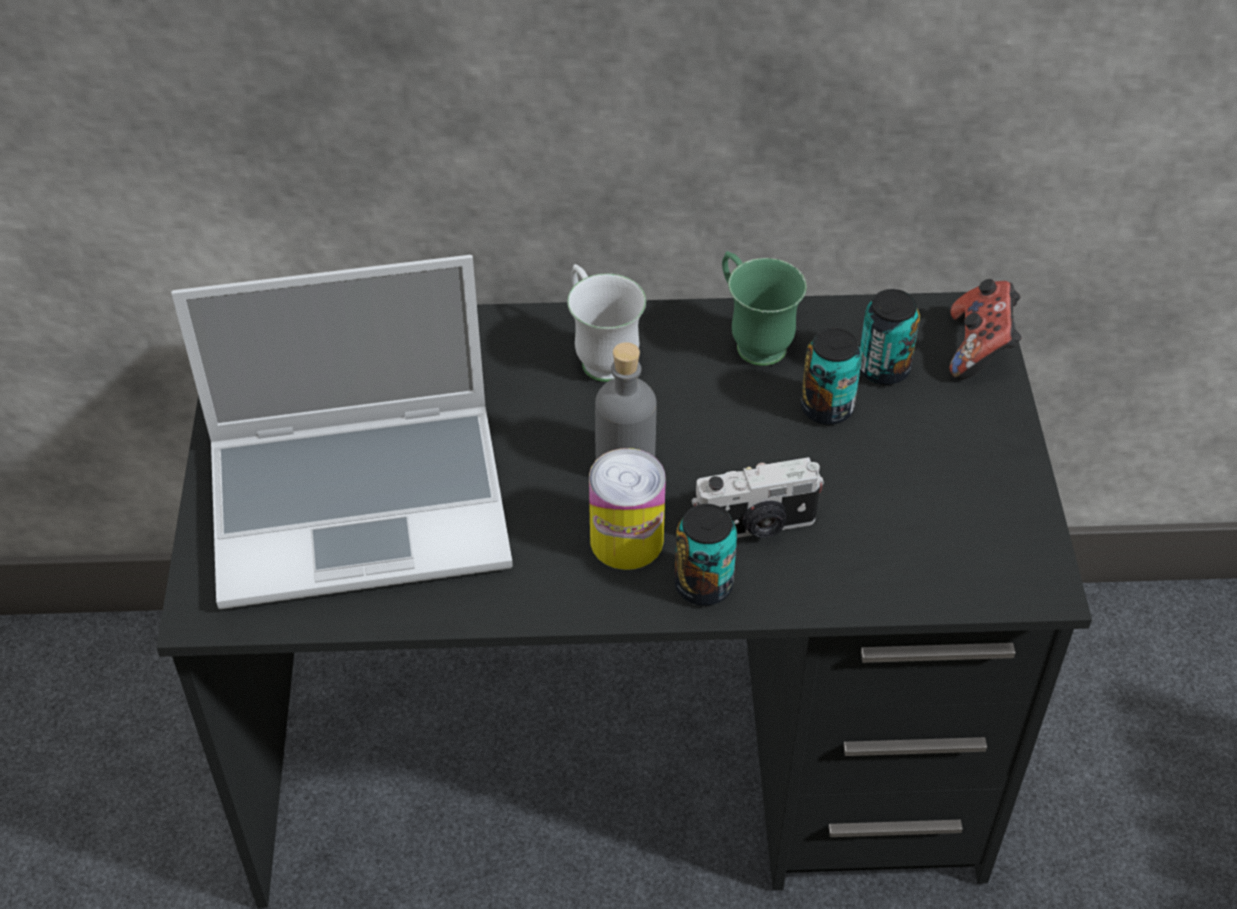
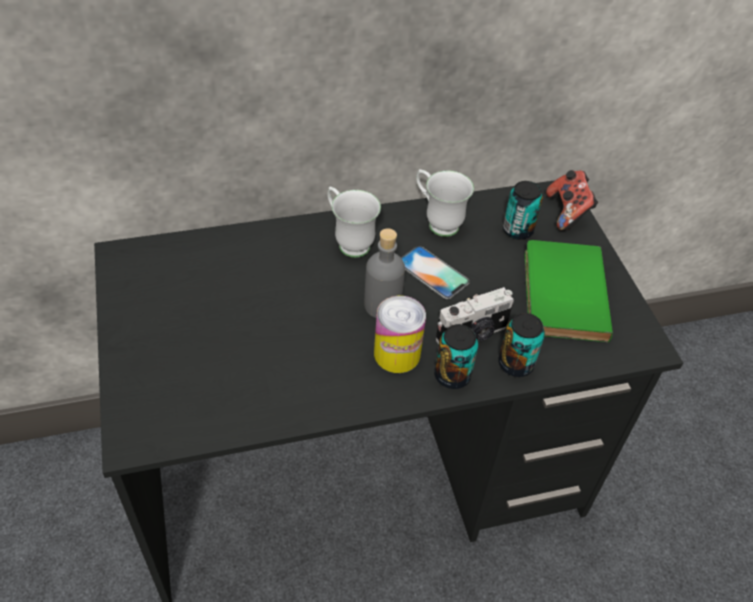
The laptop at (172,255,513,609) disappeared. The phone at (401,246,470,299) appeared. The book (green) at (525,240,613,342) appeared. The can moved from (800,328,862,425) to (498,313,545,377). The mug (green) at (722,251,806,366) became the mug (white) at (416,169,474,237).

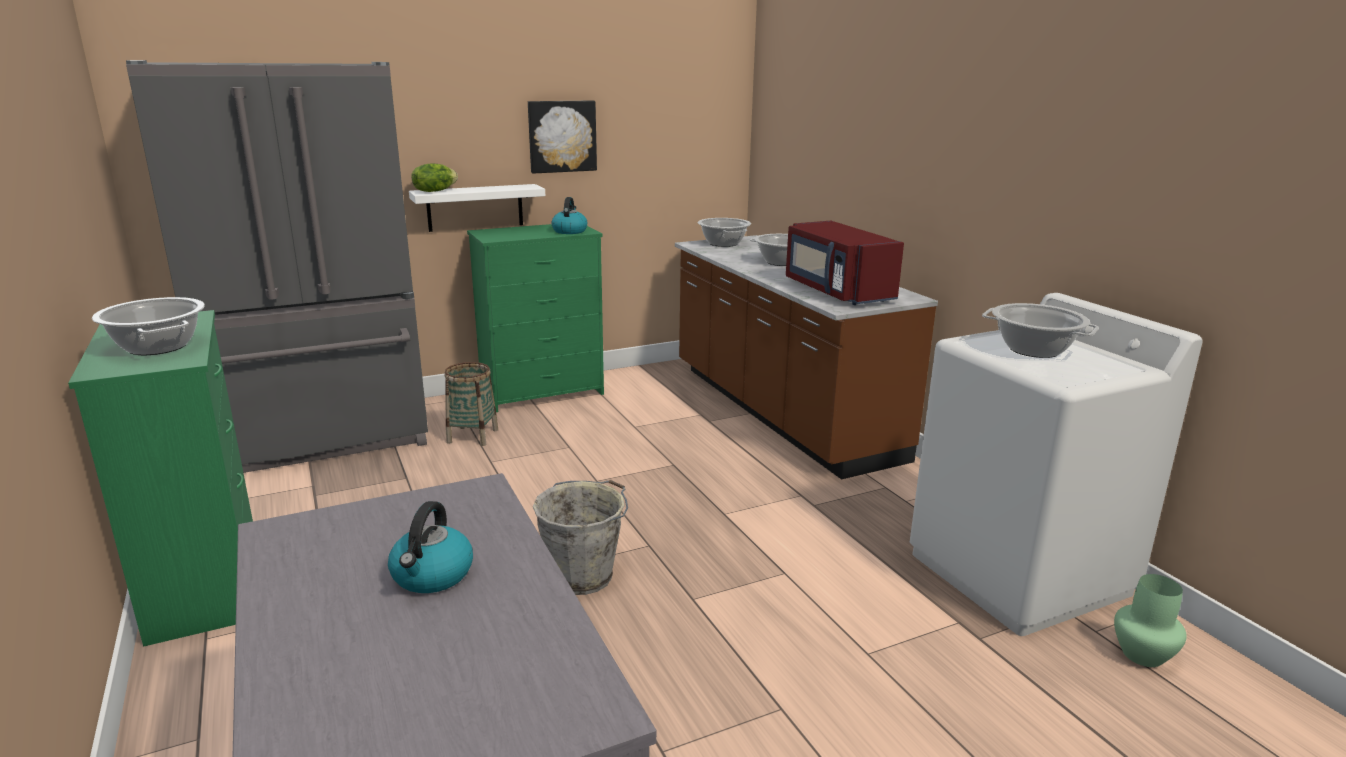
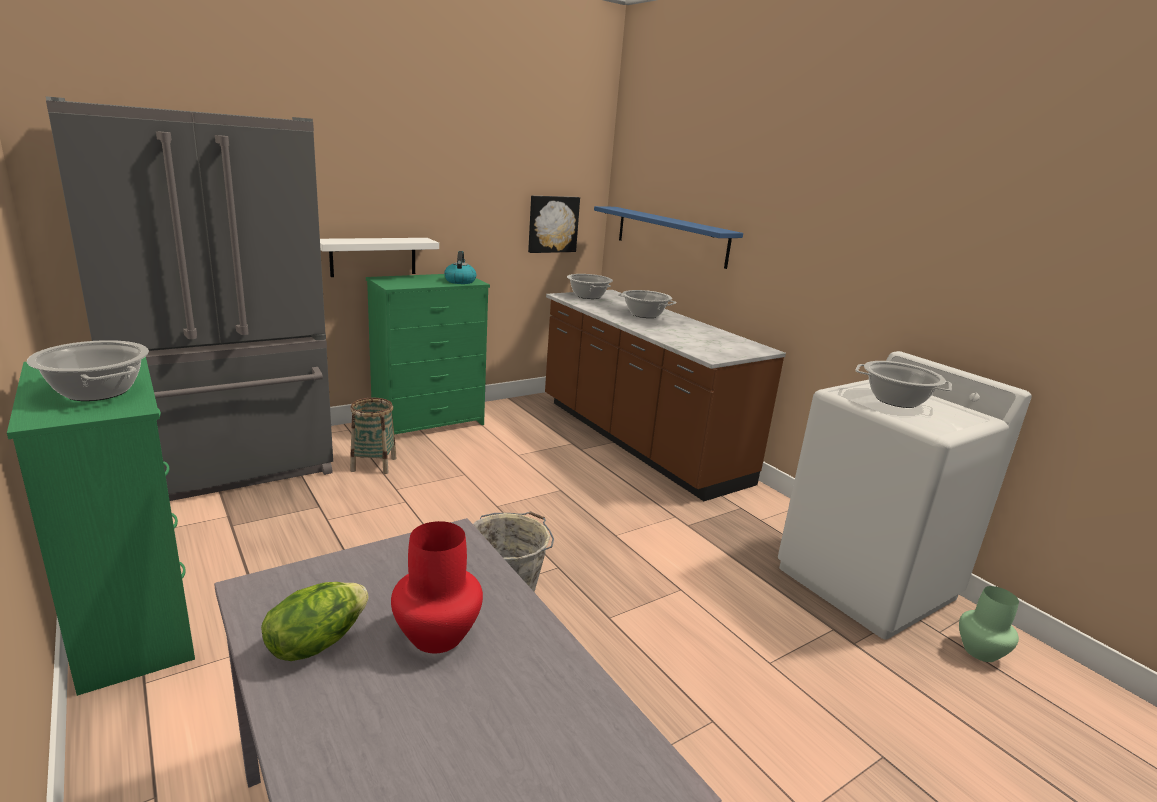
The microwave (red) at (786,221,904,305) disappeared. The shelf (blue) at (594,206,743,269) appeared. The lettuce moved from (411,163,458,192) to (261,582,369,661). The picture moved from (528,100,597,174) to (528,196,580,253). The kettle at (388,501,473,593) was replaced by the vase (red) at (391,521,483,653).

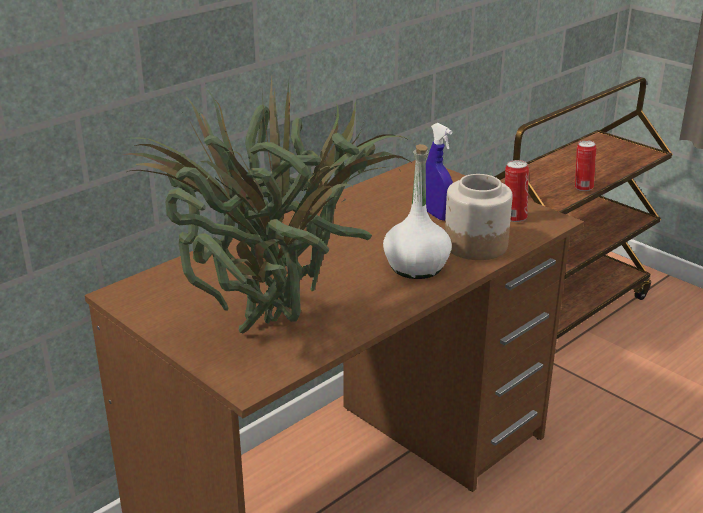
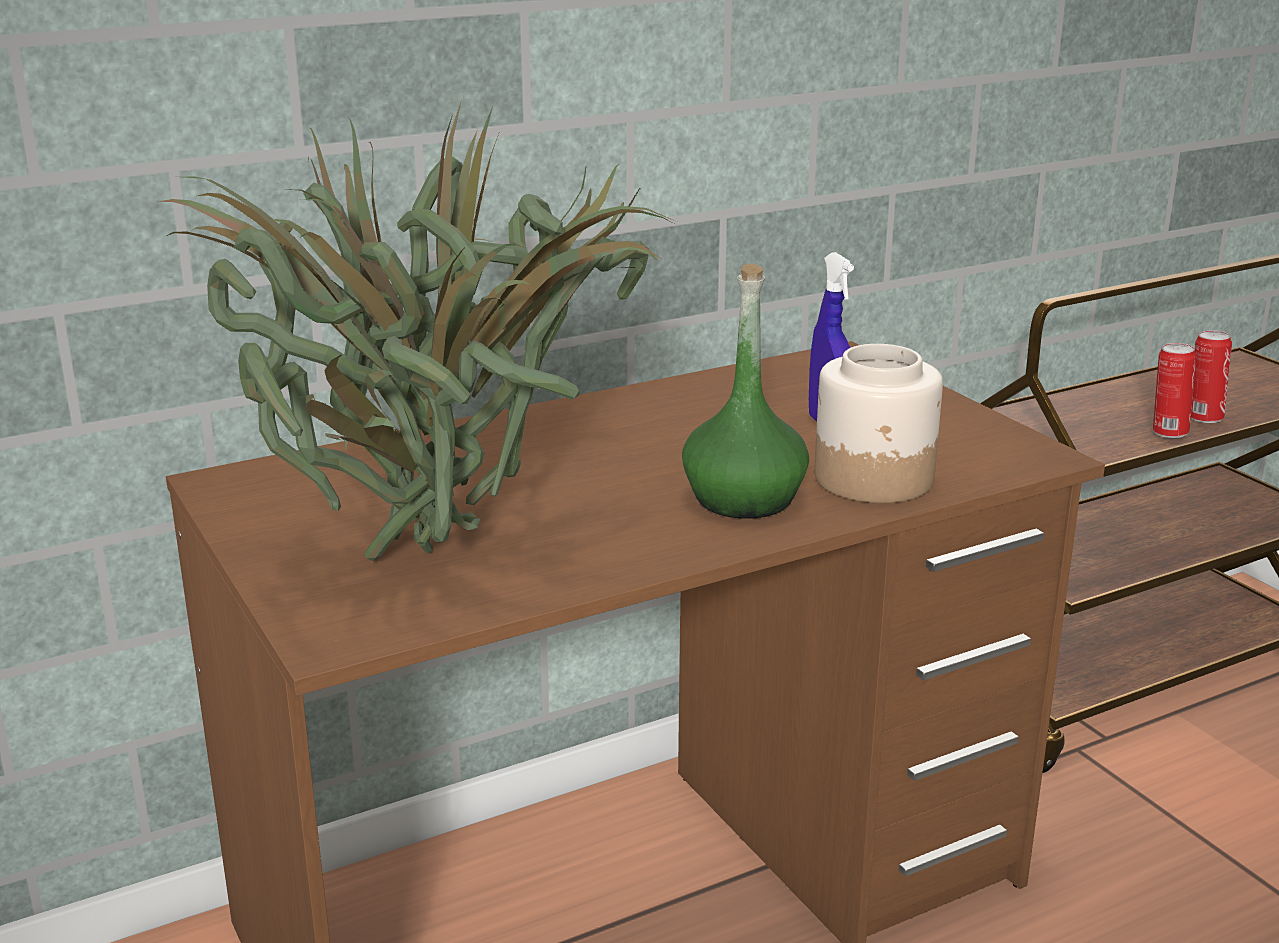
The can moved from (505,160,529,222) to (1191,331,1232,423). The bottle (white) at (383,144,452,279) became the bottle (green) at (682,264,809,519).

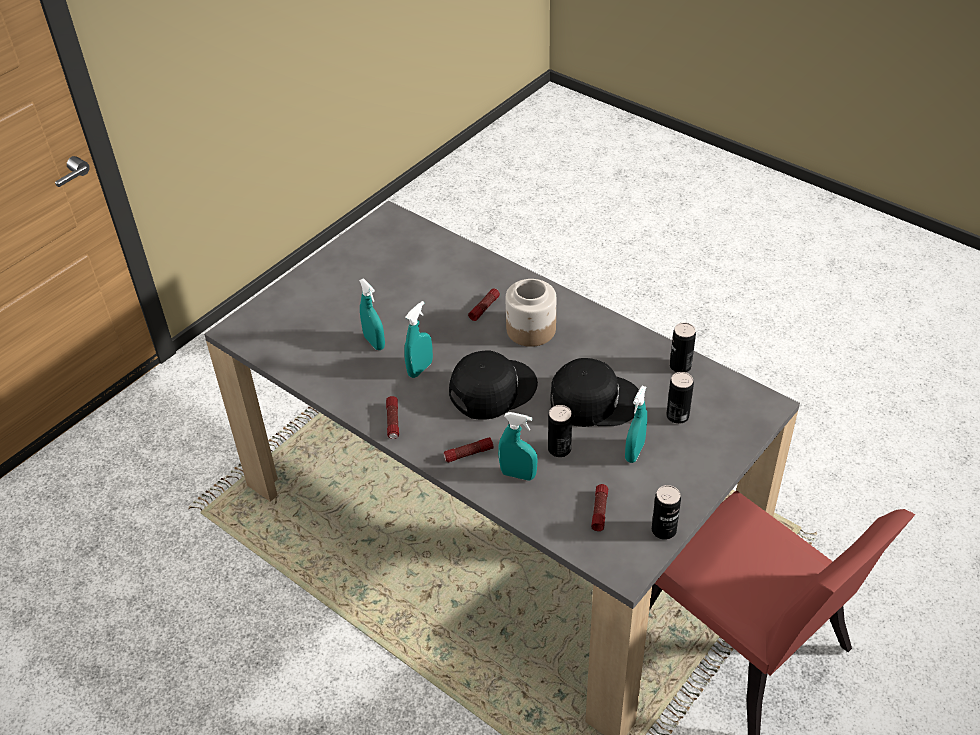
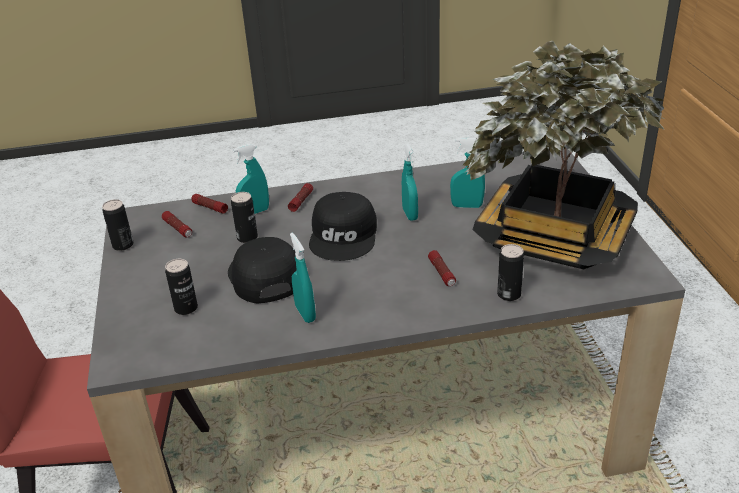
The jar at (506,279,556,347) disappeared. The potted plant at (463,41,666,269) appeared. The flashlight moved from (386,396,399,439) to (191,194,228,214). The spray bottle (turquoise) moved from (625,386,647,463) to (290,233,316,323). The can moved from (670,323,696,372) to (497,244,524,301). The cap (black) at (550,358,639,427) turned 120 degrees clockwise.

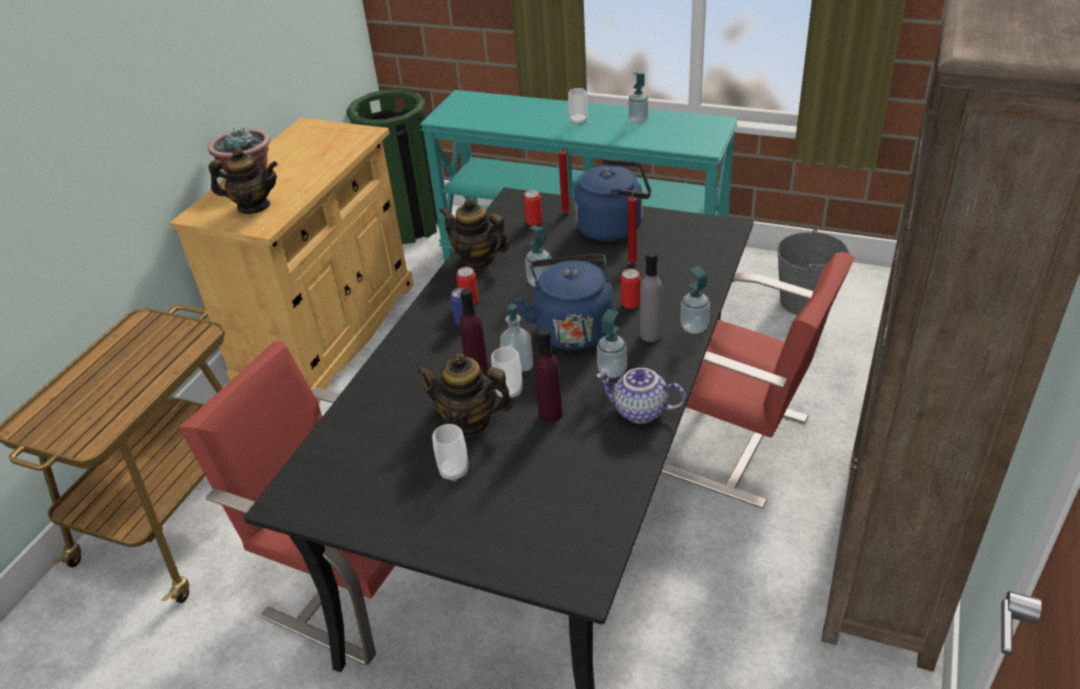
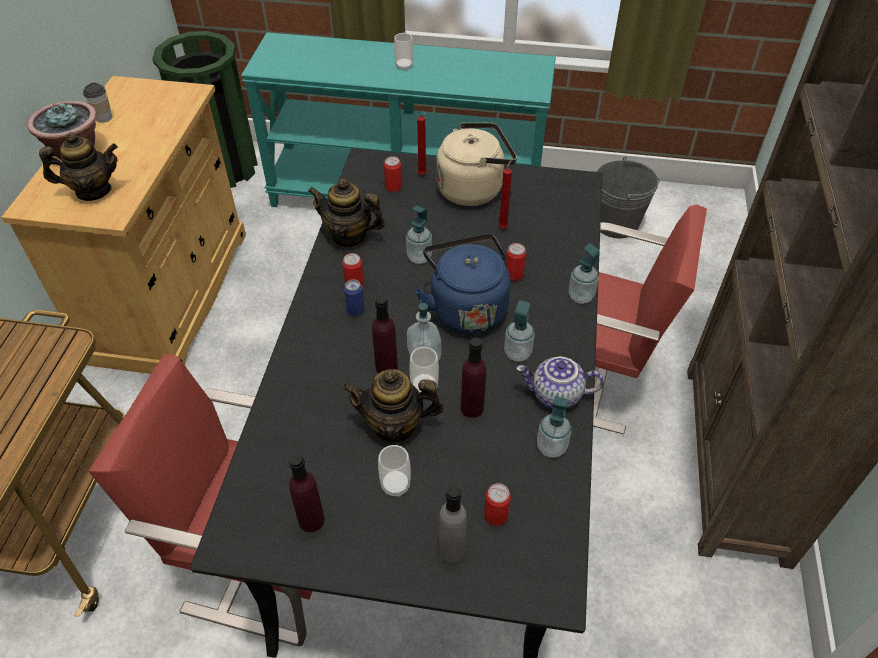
The cup at (83,83,112,123) appeared. The bottle (purple) at (289,454,324,532) appeared. The can at (484,483,511,526) appeared. The soap dispenser moved from (628,73,649,123) to (537,396,571,458). The bottle (grey) moved from (640,252,663,342) to (439,485,467,563). The kettle (blue) at (573,159,651,242) became the kettle (beige) at (436,122,517,206).

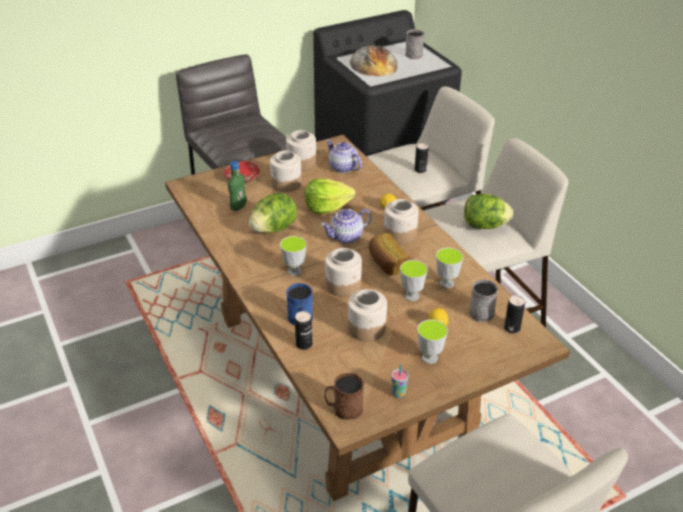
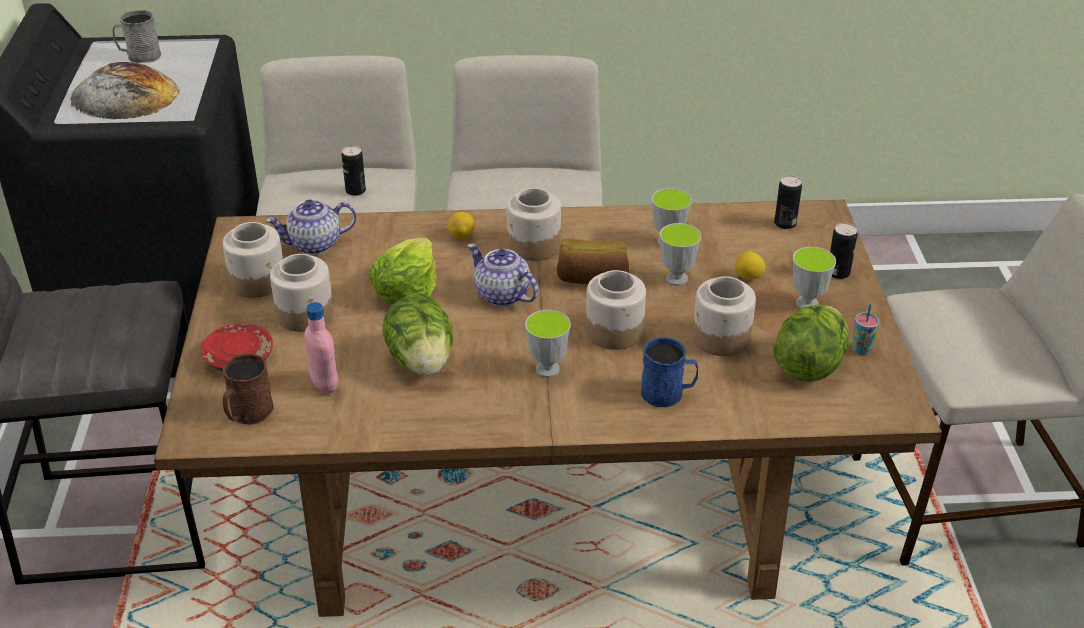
The mug (grey) at (469,279,498,322) disappeared. The can moved from (295,311,312,350) to (830,223,857,279). The mug (brown) moved from (325,373,364,420) to (223,354,274,425). The lettuce moved from (464,194,513,229) to (773,304,849,382). The bottle (green) at (228,161,247,211) became the bottle (pink) at (305,302,338,393). The teapot at (321,209,371,244) turned 135 degrees clockwise.

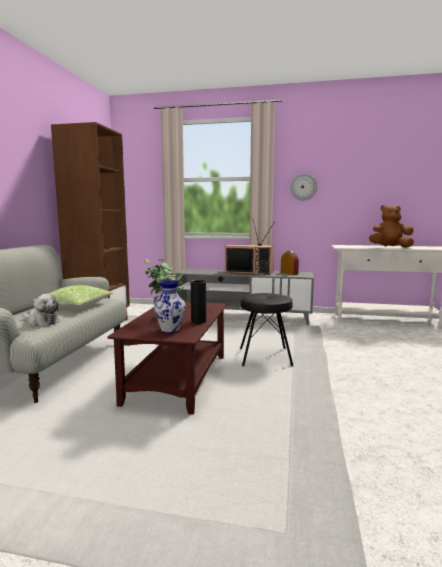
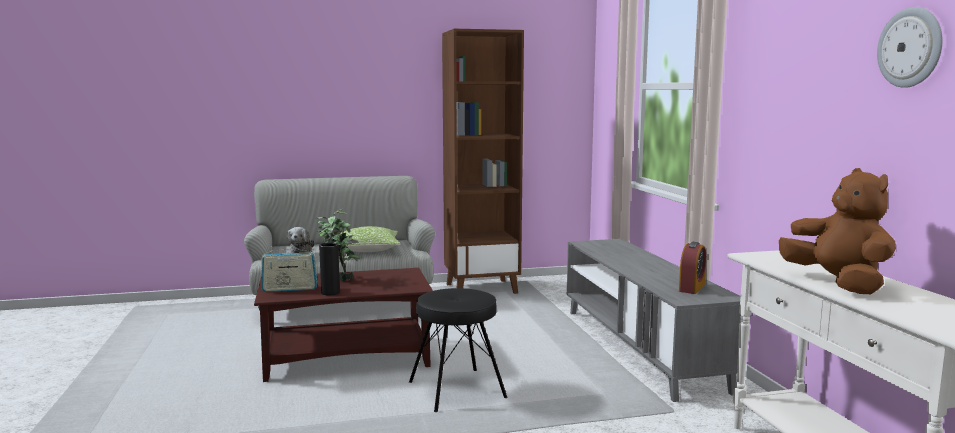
The television at (225,220,274,275) disappeared. The wall clock moved from (290,173,317,201) to (877,7,943,88). The vase at (154,280,186,333) was replaced by the radio at (261,246,318,292).

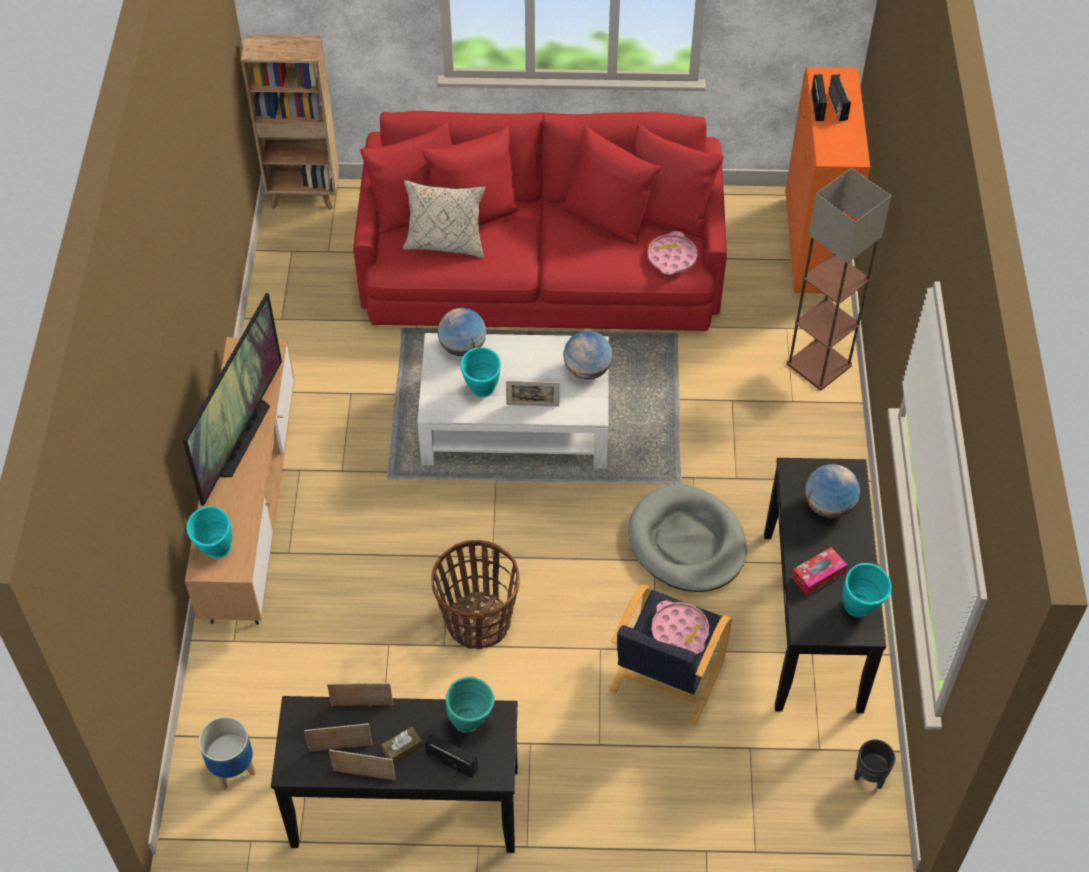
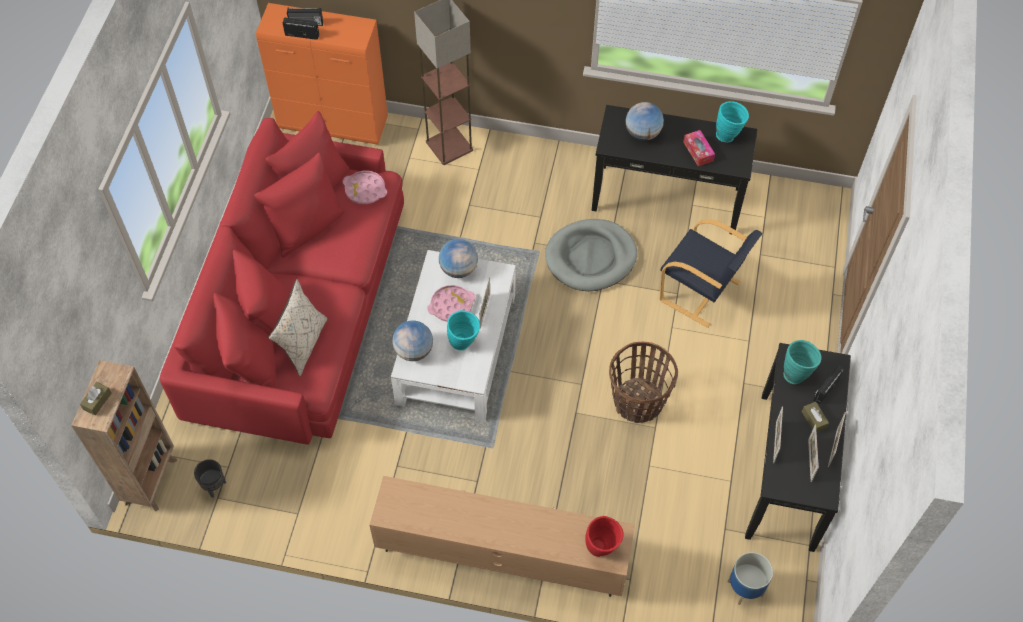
The television at (183,293,282,506) disappeared. The tissue box (brown) at (80,382,112,415) appeared. The tray (pink) moved from (651,600,709,654) to (427,285,475,322). The planter (black) moved from (854,740,895,790) to (194,459,226,497). The vase (turquoise) at (186,506,232,558) became the vase (red) at (585,516,624,557).

